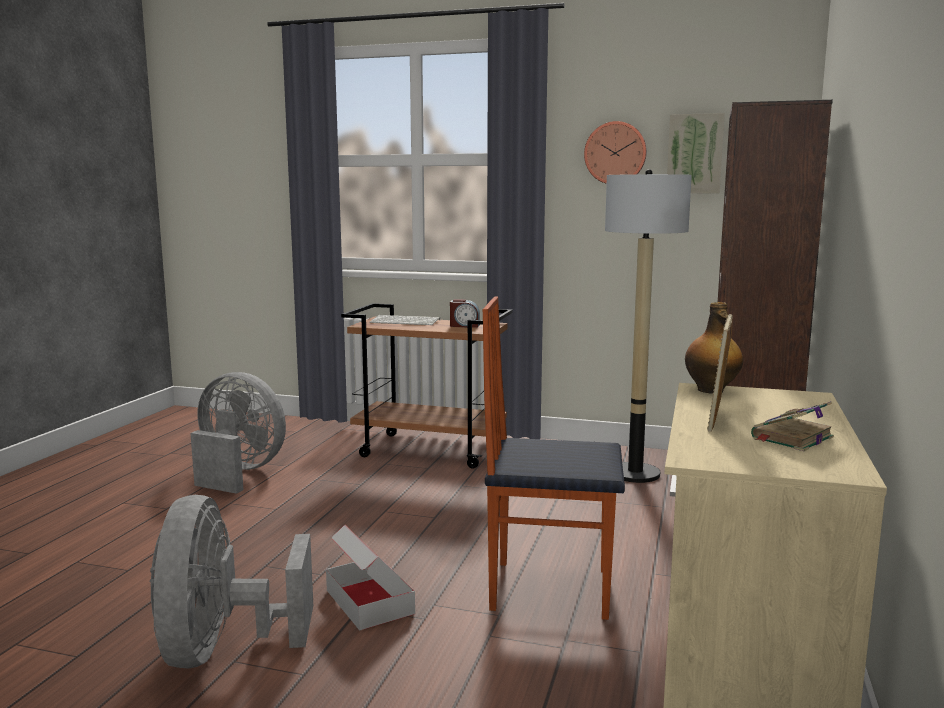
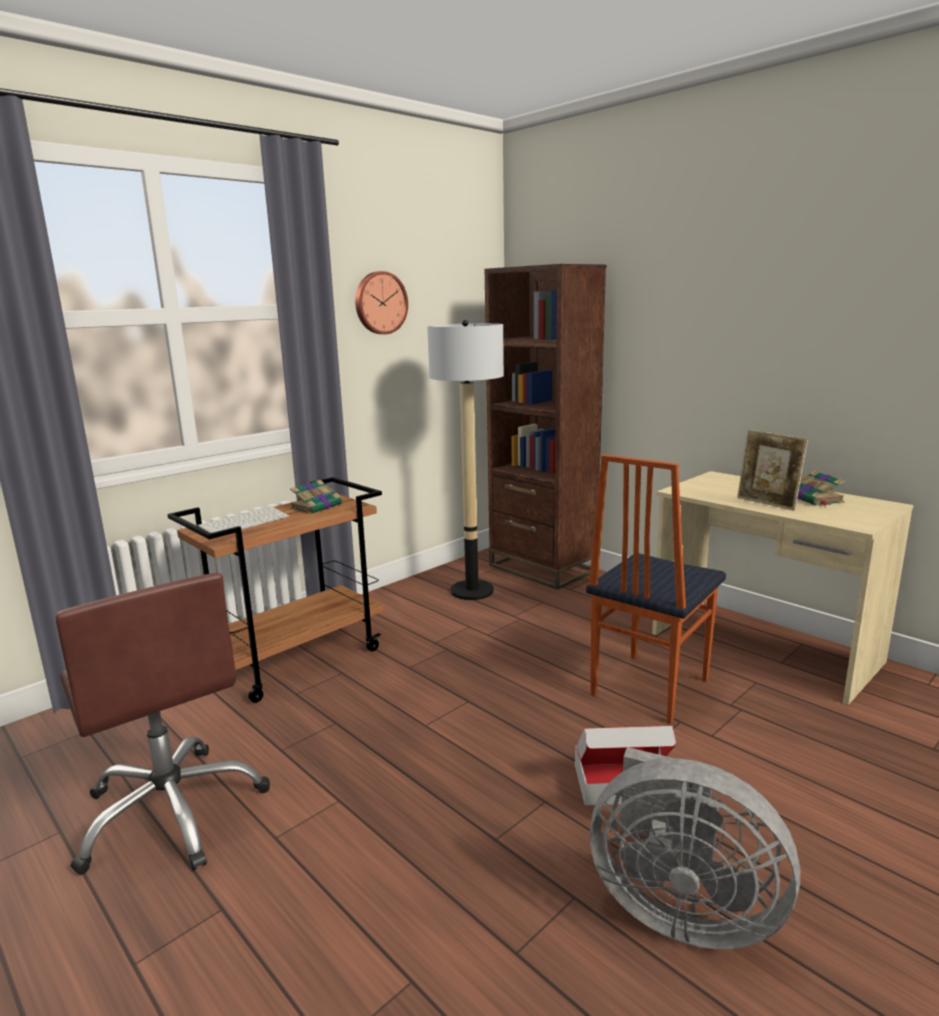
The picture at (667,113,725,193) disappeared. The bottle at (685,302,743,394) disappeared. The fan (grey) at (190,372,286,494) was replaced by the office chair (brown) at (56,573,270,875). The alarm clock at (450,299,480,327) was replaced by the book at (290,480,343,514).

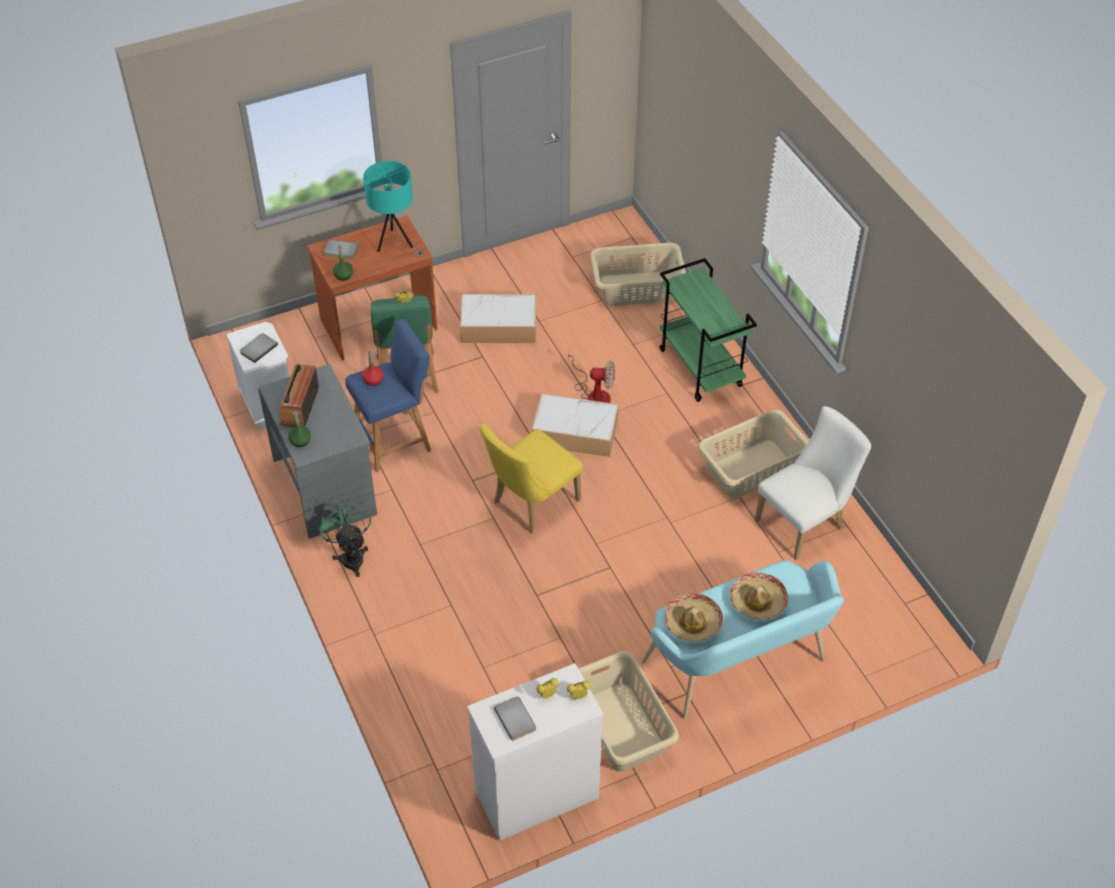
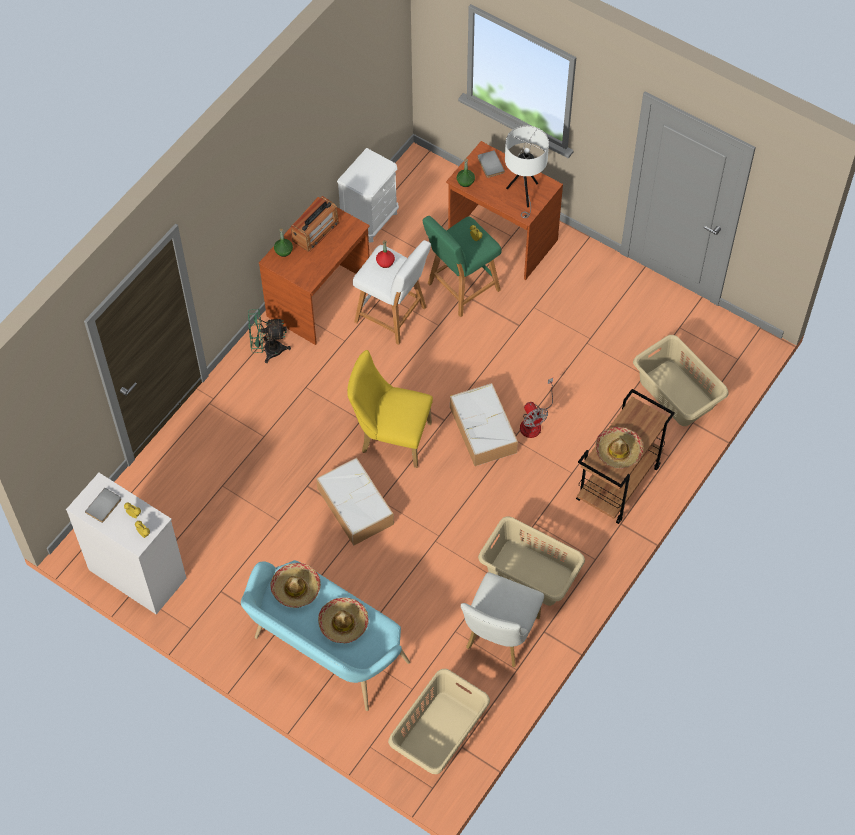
The book (grey) at (240,333,278,363) disappeared. The hat at (595,427,644,469) appeared. The storage box moved from (460,294,536,343) to (316,458,394,546). The laundry basket (beige) moved from (578,651,679,772) to (388,669,490,774). The desk (grey) at (258,364,377,539) became the desk (brown) at (259,197,370,345). The stool (blue) at (345,319,431,472) became the stool (white) at (353,240,431,345). The table lamp (turquoise) at (363,161,423,257) became the table lamp (white) at (505,126,549,218). The cart (green) at (659,258,757,402) became the cart (brown) at (576,389,675,524). The radio at (279,364,319,427) turned 150 degrees clockwise. The fan (green) at (317,499,371,577) turned 135 degrees counterclockwise. The chair (white) at (755,406,871,560) turned 90 degrees clockwise.

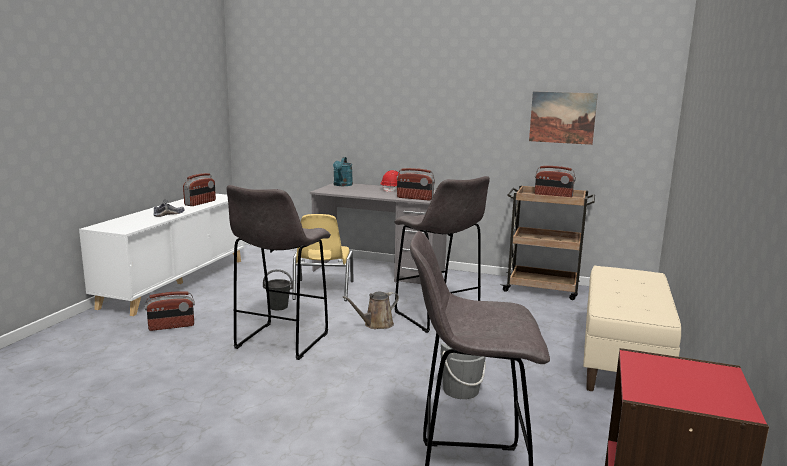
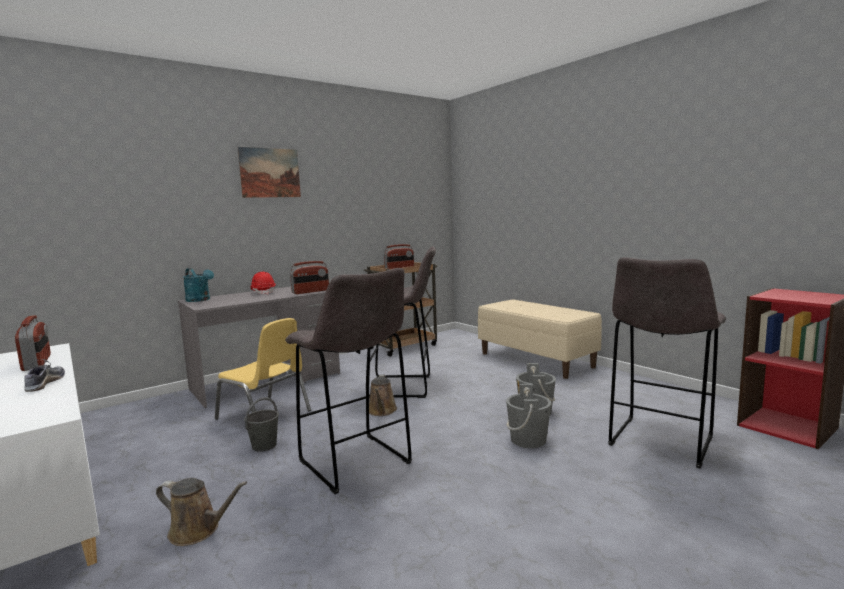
The bucket (grey) at (506,384,551,448) appeared. The picture moved from (529,91,598,145) to (238,147,301,198). The radio at (145,291,195,331) was replaced by the watering can (brown) at (156,478,247,546).

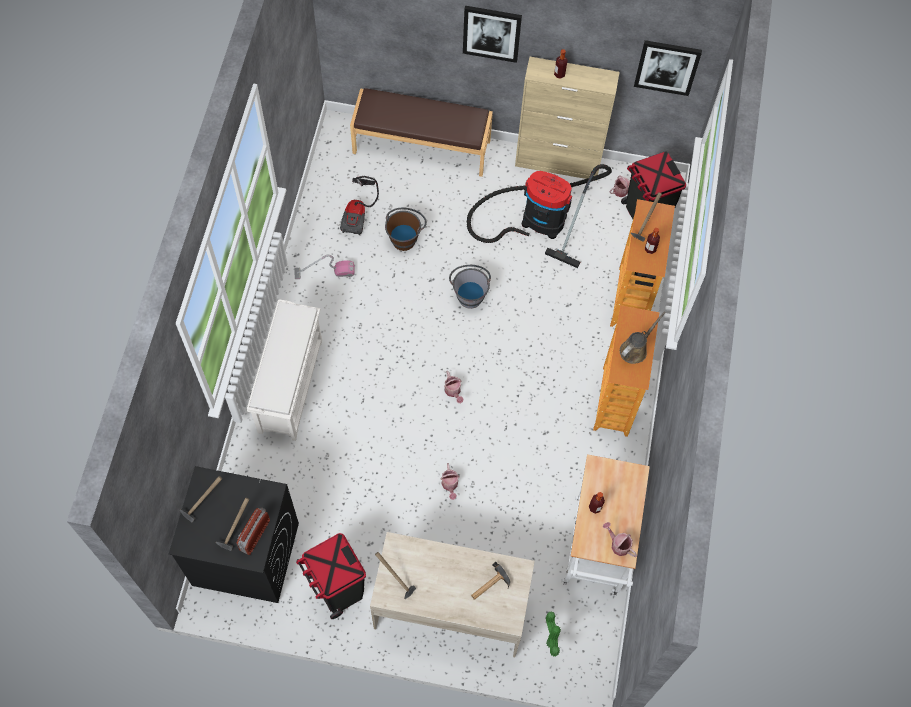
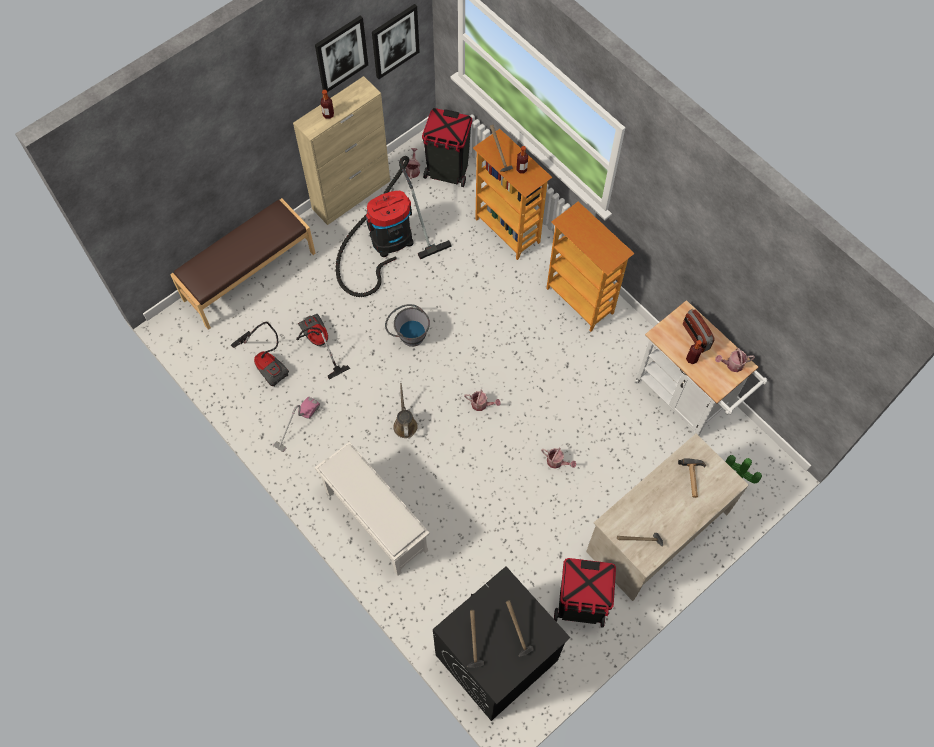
The radio moved from (237,508,270,555) to (683,310,715,353). The picture moved from (463,6,522,63) to (315,15,368,92). The watering can (brown) moved from (620,312,665,364) to (393,383,418,438). The bucket (brown) at (385,208,427,251) was replaced by the vacuum cleaner at (296,314,350,380).

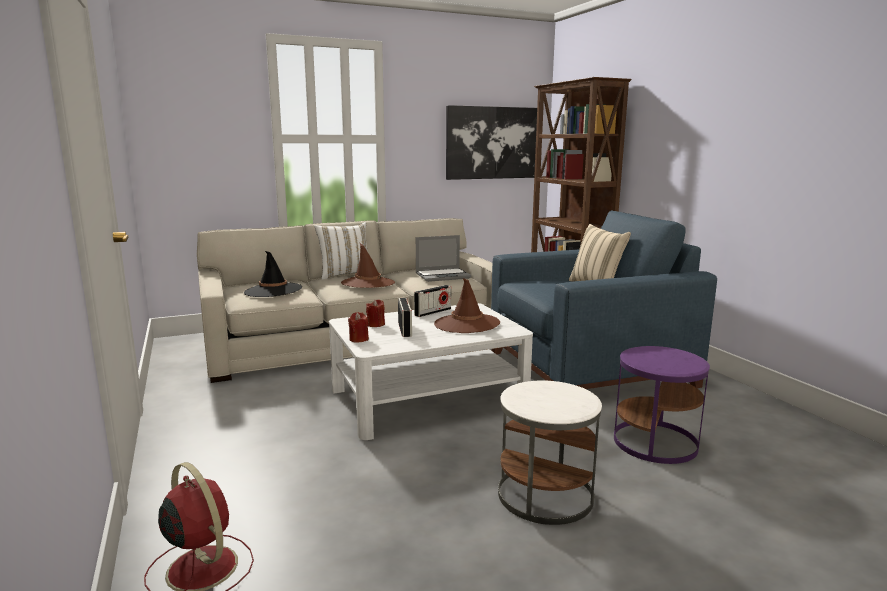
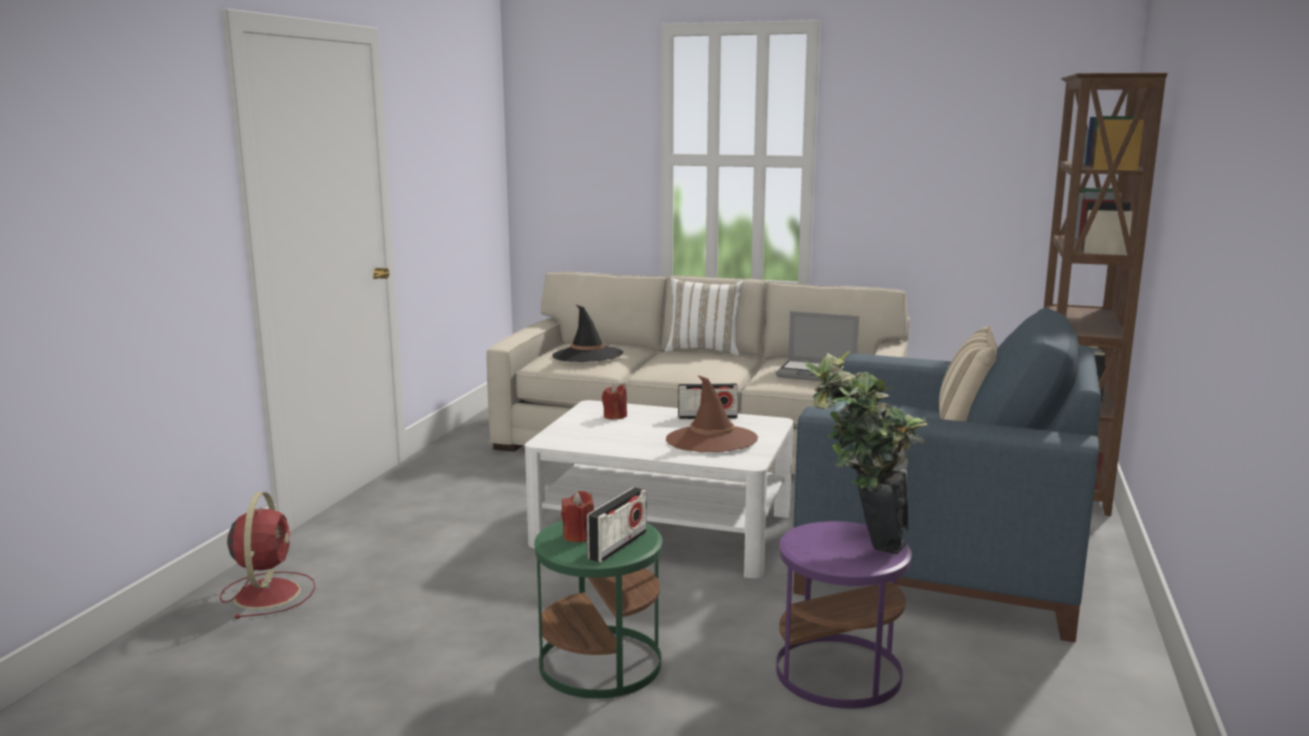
The hat (brown) at (341,243,395,288) disappeared. The picture at (446,105,537,180) disappeared. The potted plant at (803,350,928,554) appeared. The candle (red) moved from (348,312,369,342) to (561,491,594,542). The radio moved from (398,298,412,337) to (587,487,646,563). The side table (white) at (498,381,602,525) became the side table (green) at (534,521,662,699).

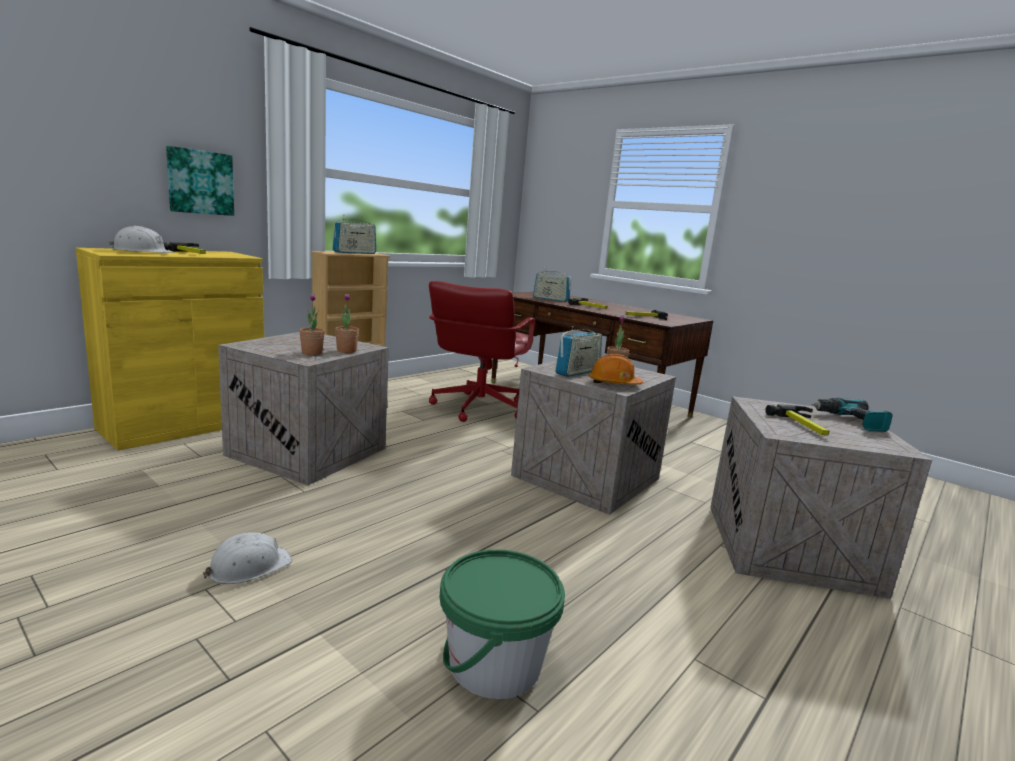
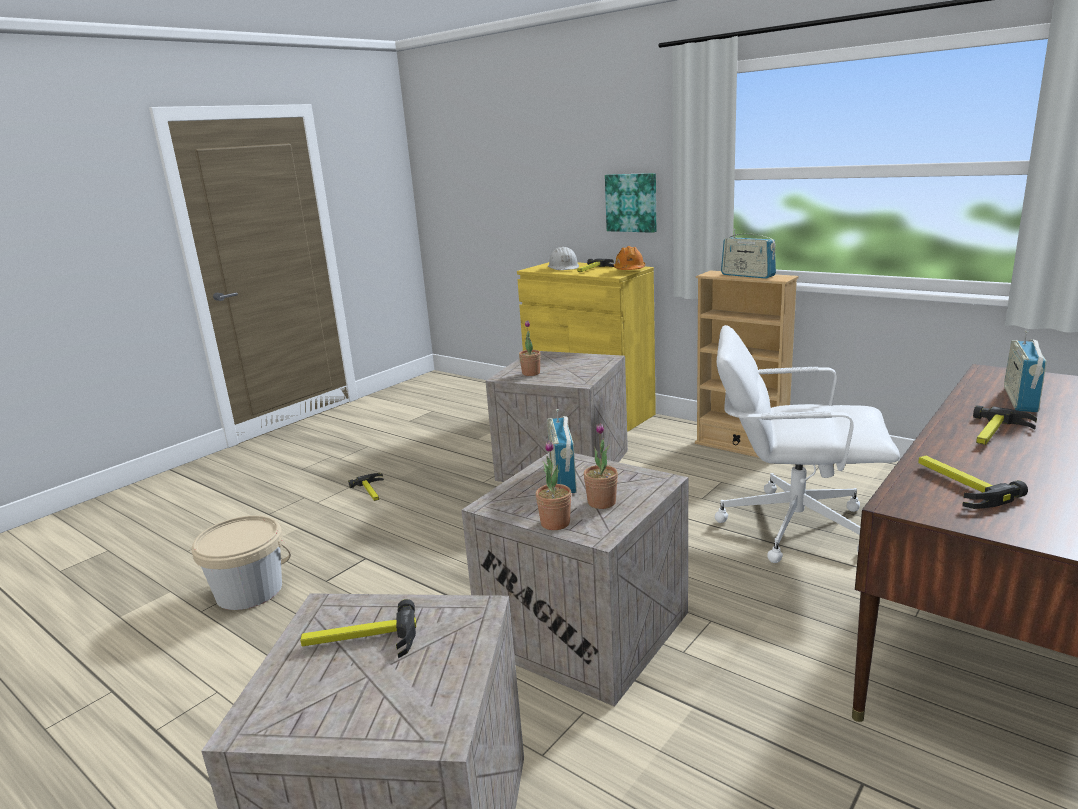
The power drill at (812,398,892,432) disappeared. The potted plant moved from (335,293,359,353) to (536,440,571,530). The hard hat (orange) moved from (589,354,643,384) to (614,246,645,270). The hard hat (white) at (203,532,292,584) was replaced by the hammer at (348,473,384,501). The office chair (red) at (429,281,535,422) became the office chair (white) at (715,325,900,563). The bucket (green) at (440,550,565,699) became the bucket (beige) at (191,515,291,610). The radio at (555,326,602,377) turned 45 degrees clockwise.

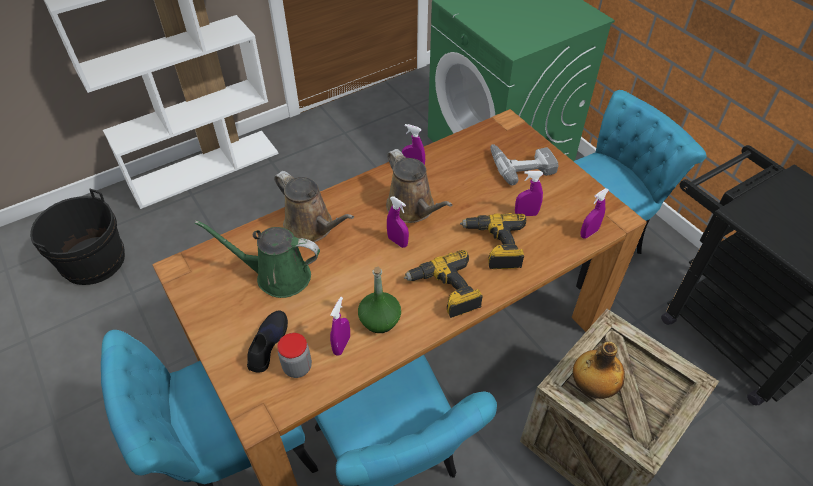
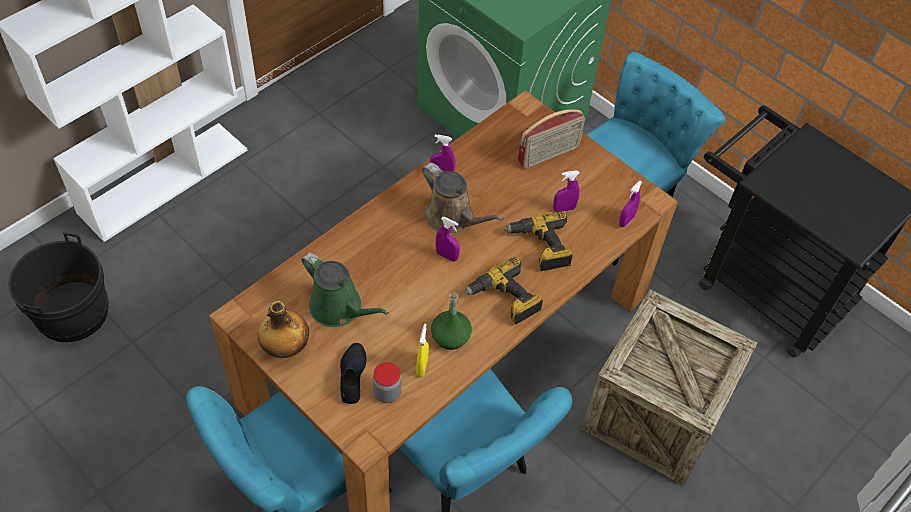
The watering can (brown) at (274,171,354,242) disappeared. The bottle moved from (573,341,625,399) to (258,301,309,358). The power drill at (491,144,558,185) was replaced by the radio at (518,109,585,169). The spray bottle (purple) at (330,297,350,356) became the spray bottle (yellow) at (416,324,429,377). The watering can (green) at (195,220,320,298) turned 135 degrees counterclockwise.

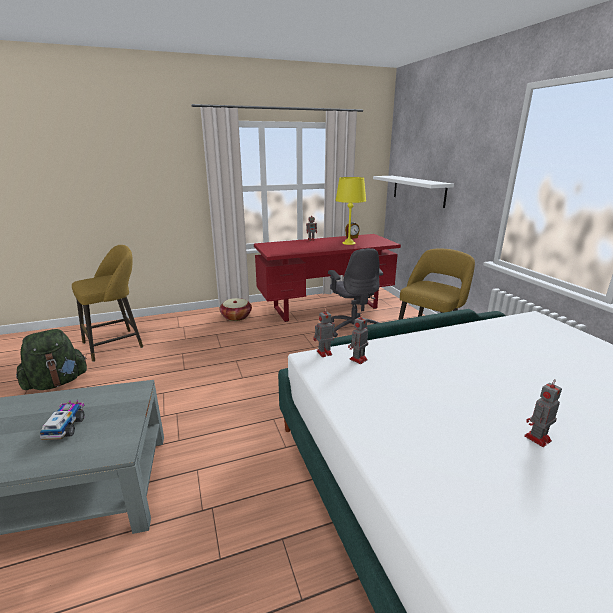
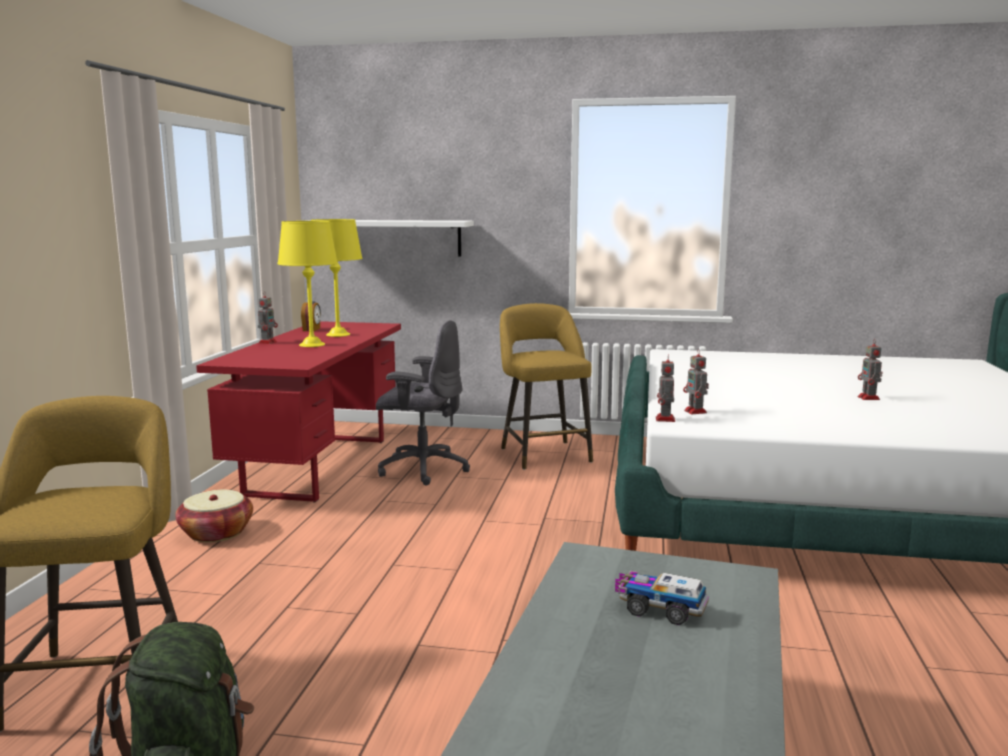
The table lamp (yellow) at (278,221,338,347) appeared.

